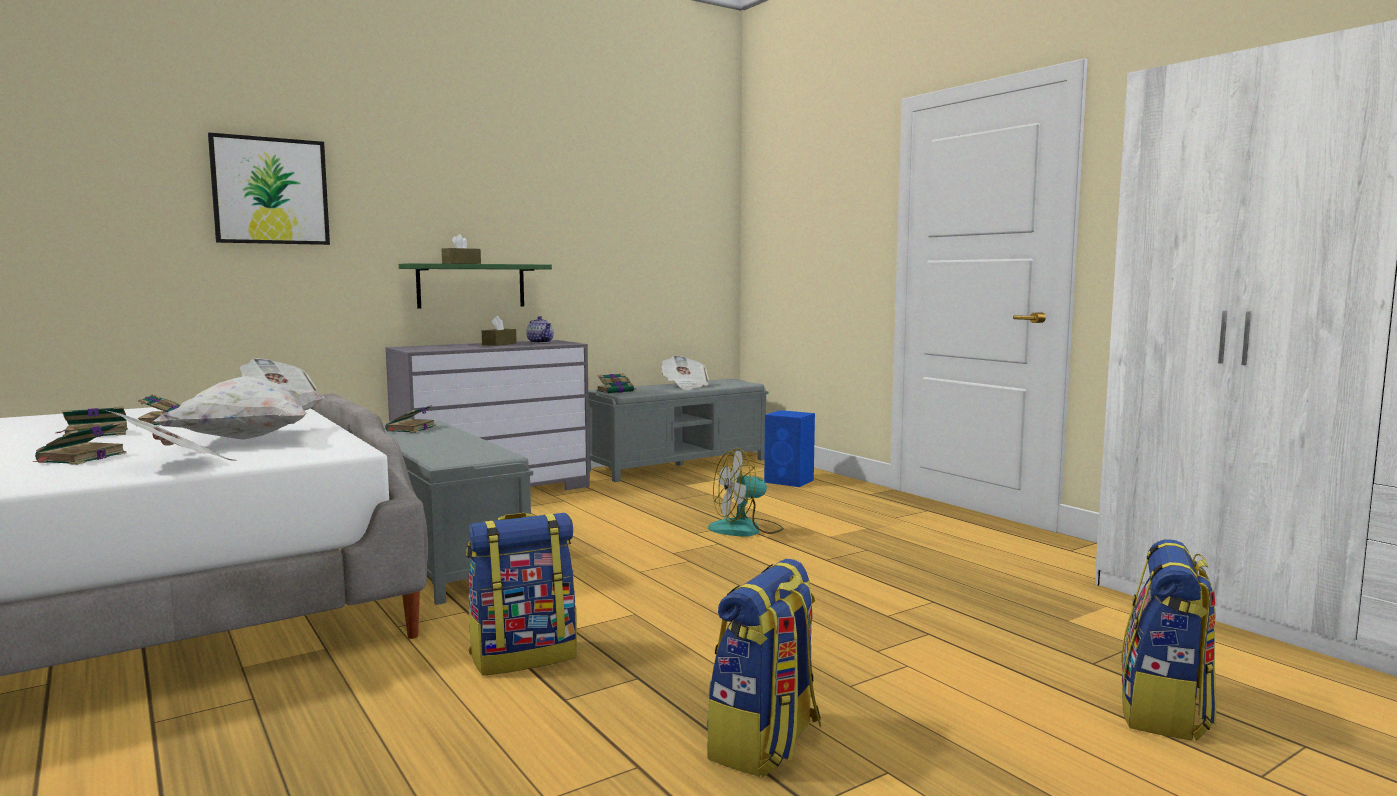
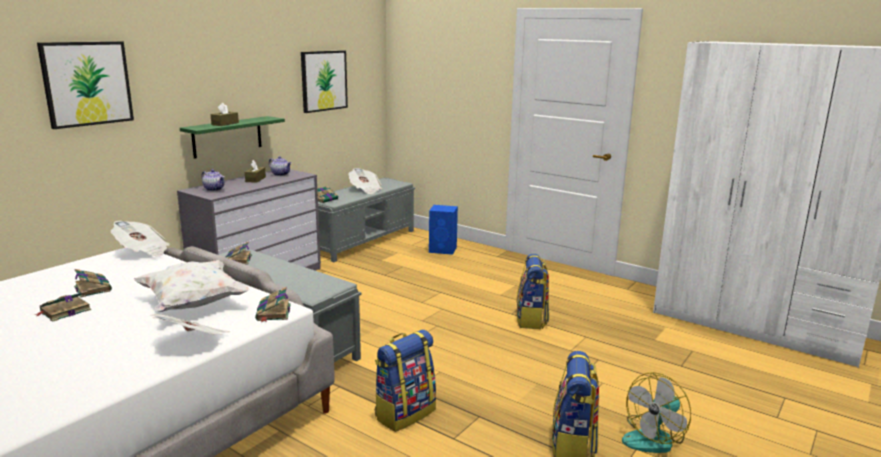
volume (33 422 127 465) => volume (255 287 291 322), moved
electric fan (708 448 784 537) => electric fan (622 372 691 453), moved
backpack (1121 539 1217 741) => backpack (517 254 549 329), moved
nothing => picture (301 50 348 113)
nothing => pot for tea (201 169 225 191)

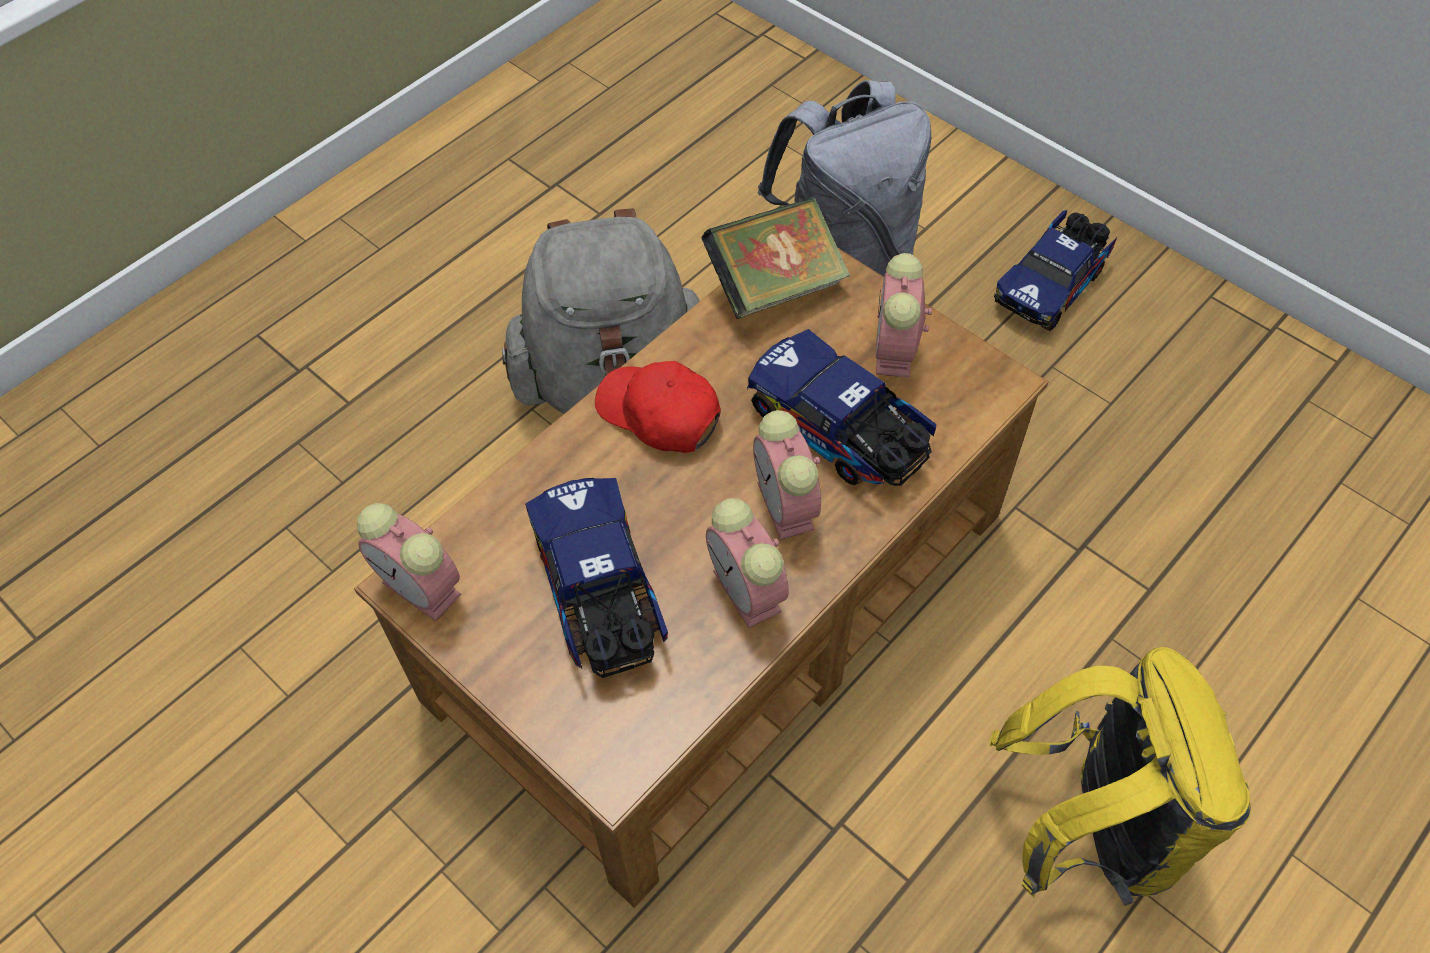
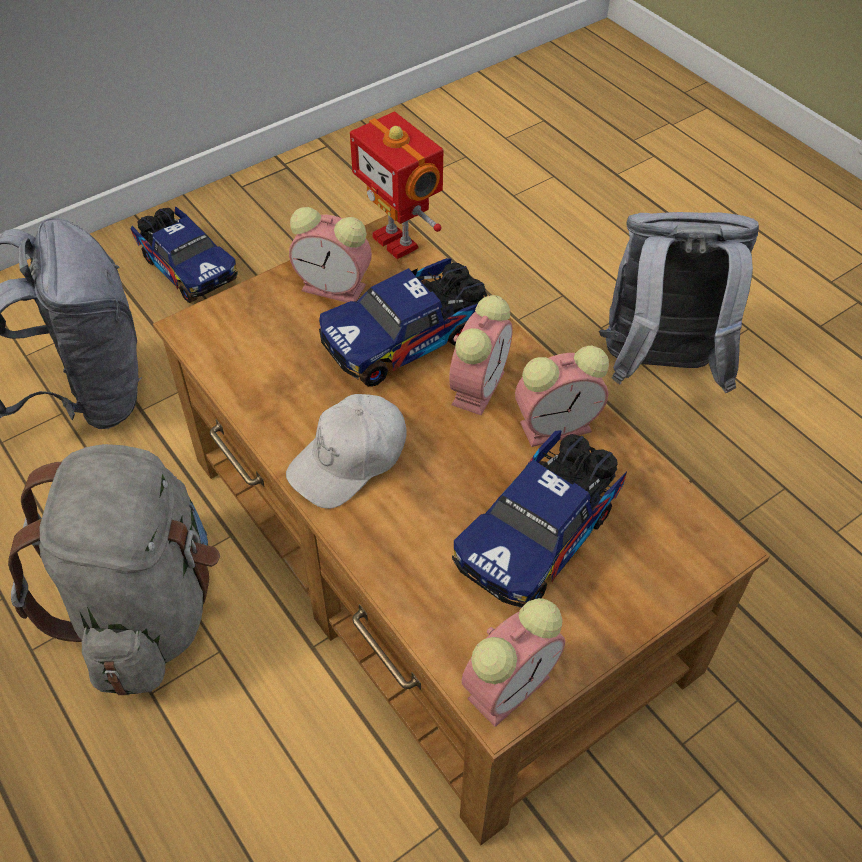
volume (701 197 850 319) => nothing
cap (red-coloured) (595 361 721 453) => cap (white-coloured) (286 394 406 509)
alarm clock (753 410 821 540) => alarm clock (449 295 513 415), 60 degrees counterclockwise
toy truck (525 478 668 678) => toy truck (452 430 627 608), 45 degrees counterclockwise
backpack (yellow-coloured) (989 647 1251 906) => backpack (gray) (599 212 759 393)
nothing => robot figure (350 112 443 259)

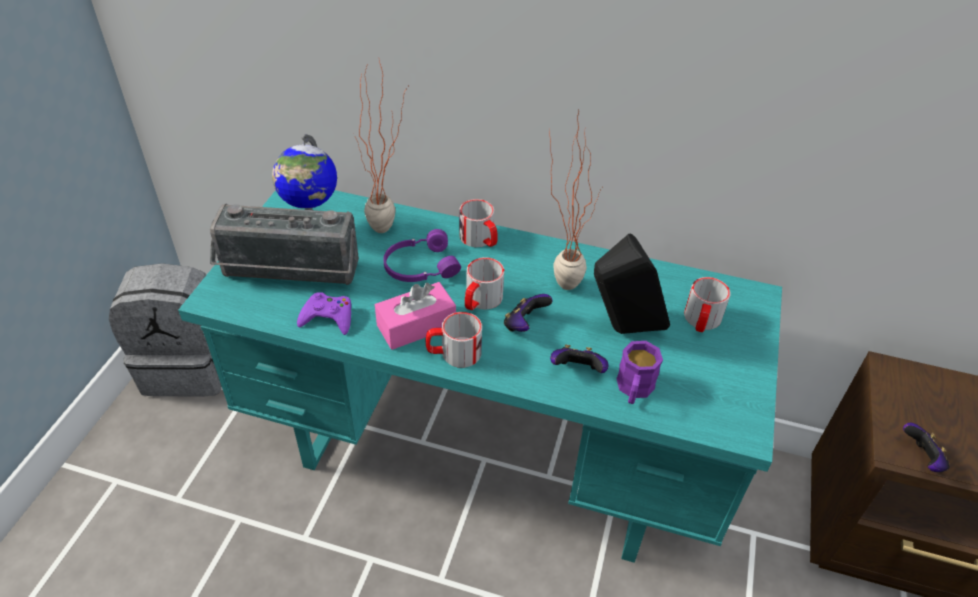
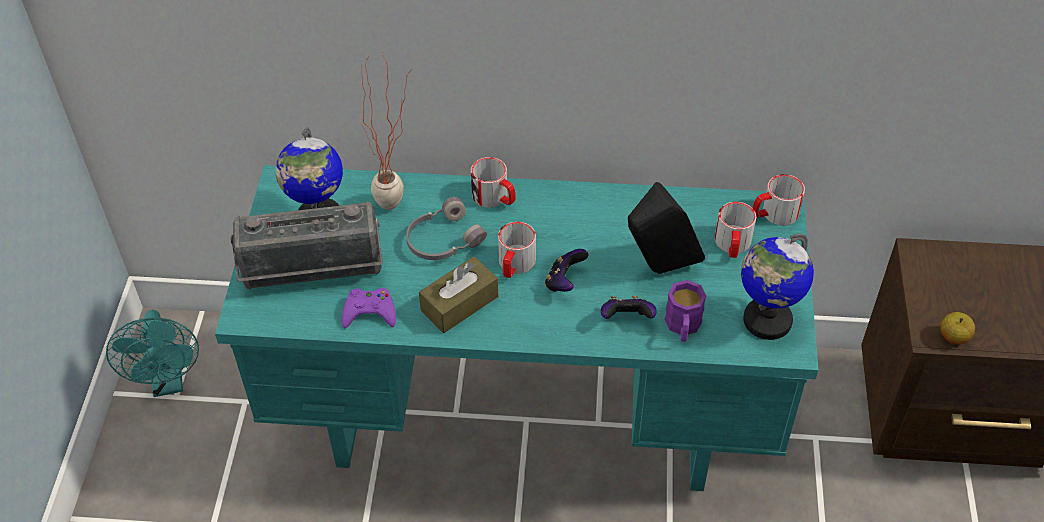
houseplant (549 109 602 290) => nothing
headphones (purple) (383 229 461 282) => headphones (gray) (406 197 487 260)
backpack (gray) (109 263 222 396) => electric fan (turquoise-coloured) (106 309 199 397)
tissue holder (pink) (375 282 456 350) => tissue holder (brown-coloured) (419 256 498 333)
coffee mug (426 312 482 368) => coffee mug (753 174 805 225), moved
joypad (903 423 949 472) => whole apple (940 312 975 344)
nothing => desk globe (741 234 814 340)

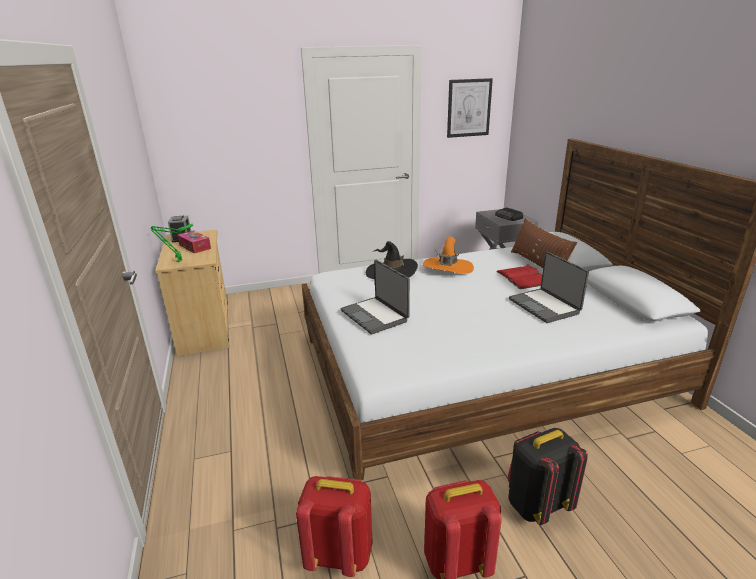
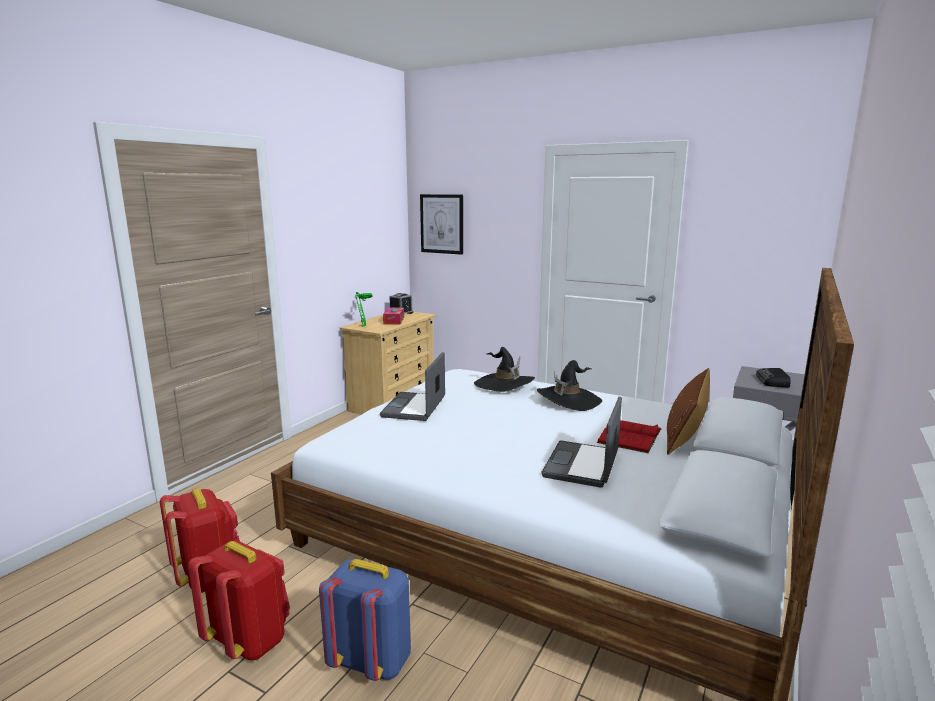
picture (447 78 493 138) => picture (420 194 463 255), moved
clothing hat (orange-coloured) (423 236 474 274) => clothing hat (blackish) (537 360 602 411)
backpack (blackish) (508 428 588 525) => backpack (bluish) (319 558 411 681)

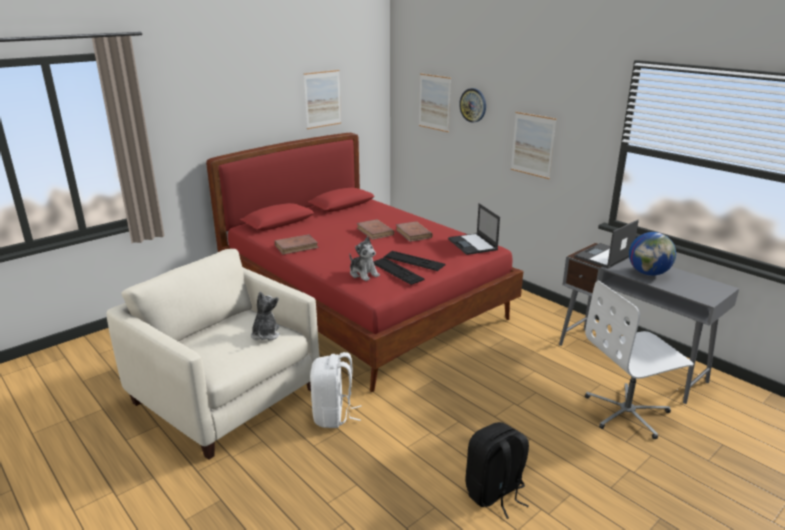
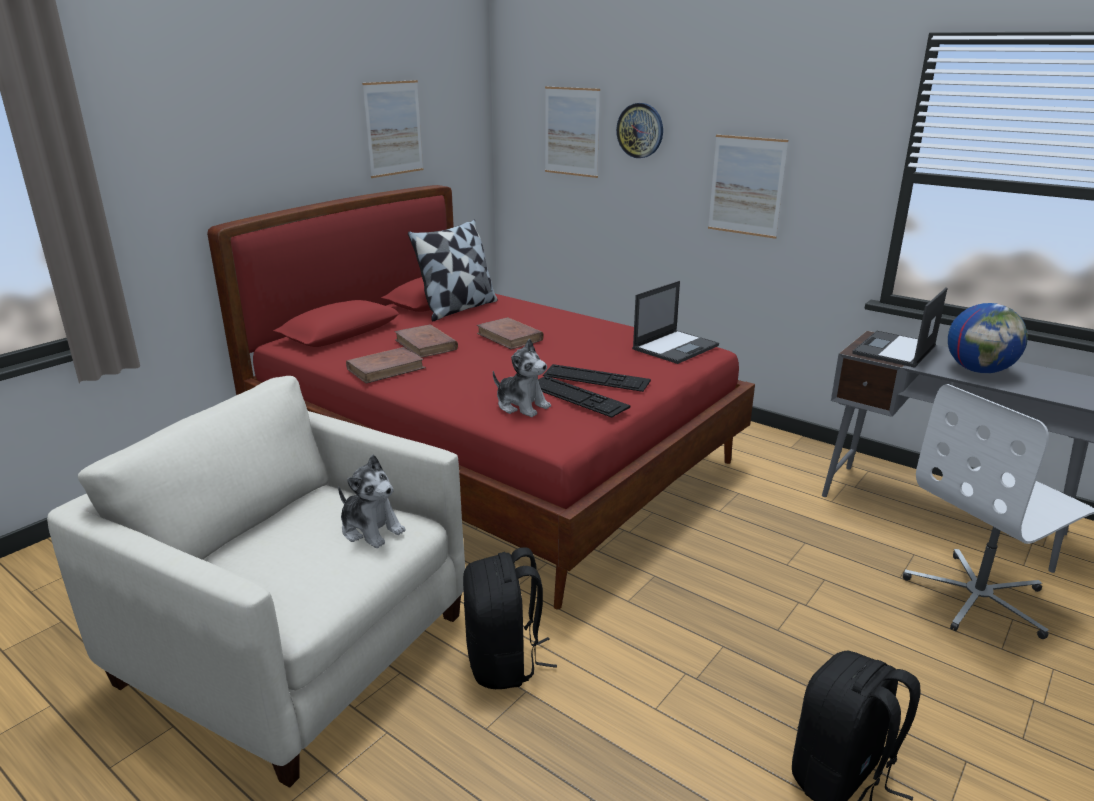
notebook computer (448 203 500 255) => notebook computer (632 281 719 364), 105 degrees counterclockwise
volume (brown-coloured) (395 221 433 242) => volume (brown-coloured) (394 324 458 358), moved
plush toy (251 292 280 340) => plush toy (338 455 406 548), 135 degrees clockwise
backpack (white-coloured) (310 352 362 428) => backpack (blackish) (463 547 557 689)
nothing => pillow (408 220 498 321)

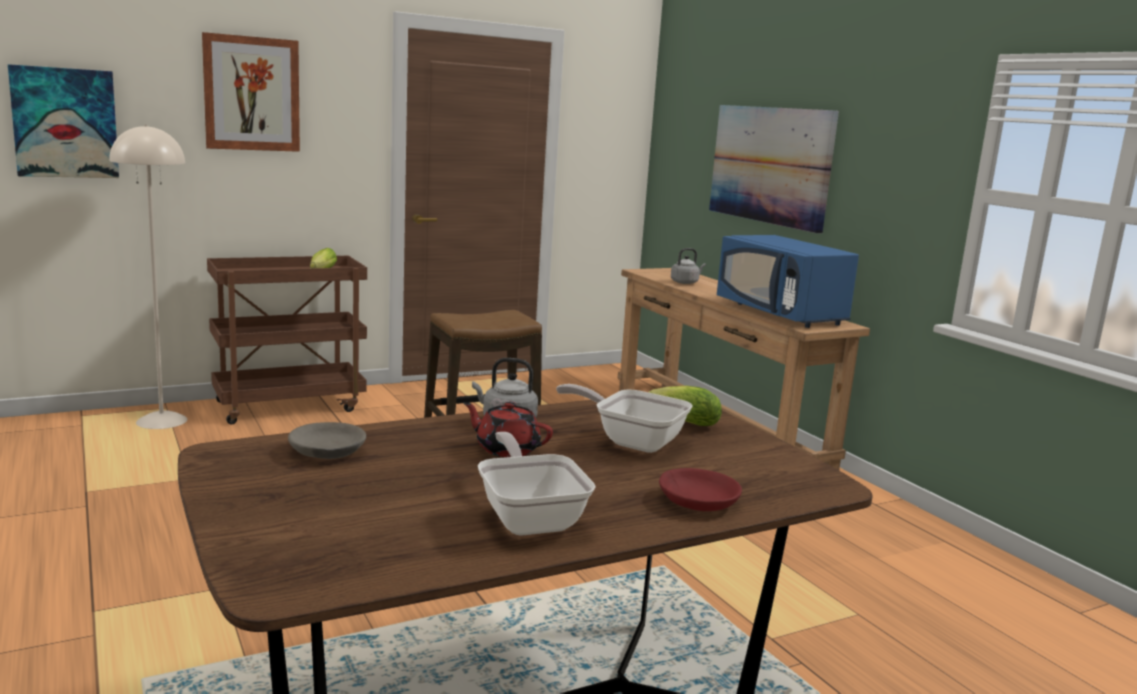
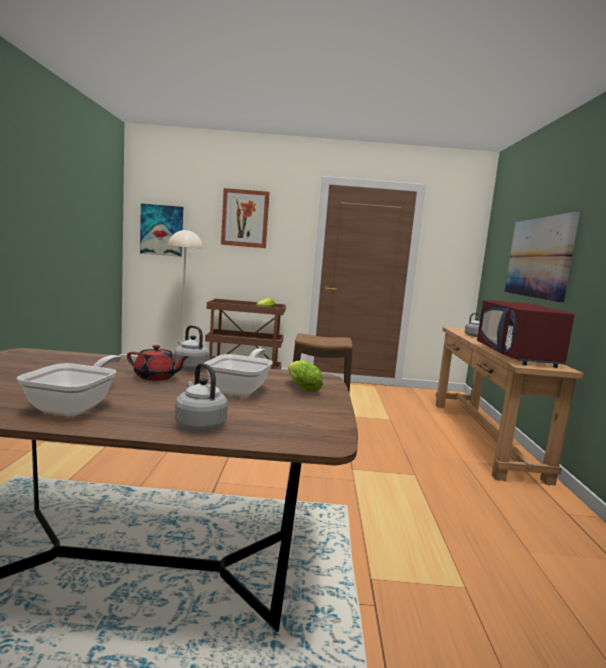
microwave (bluish) (717 235 859 328) => microwave (red-coloured) (477 300 575 368)
pan (556 384 693 453) => pan (205 349 273 396), 45 degrees clockwise
pot for tea (red-coloured) (463 402 553 457) => pot for tea (red-coloured) (127 345 190 381), 135 degrees clockwise
bowl (gray) (288 422 366 459) => nothing
bowl (red-coloured) (659 468 742 511) => kettle (gray) (175 363 228 431)

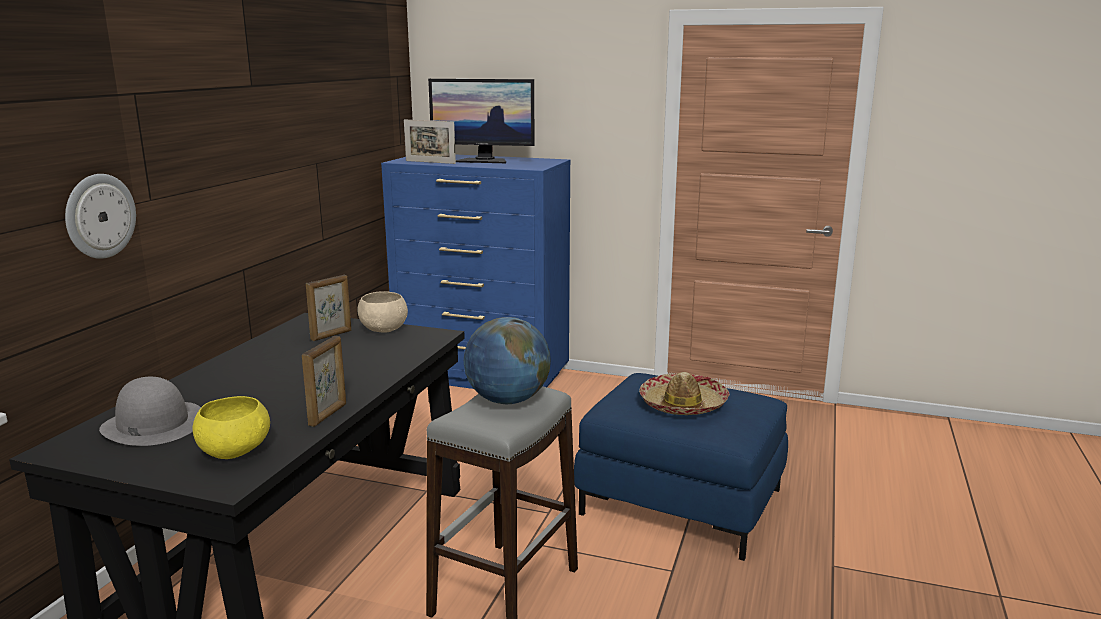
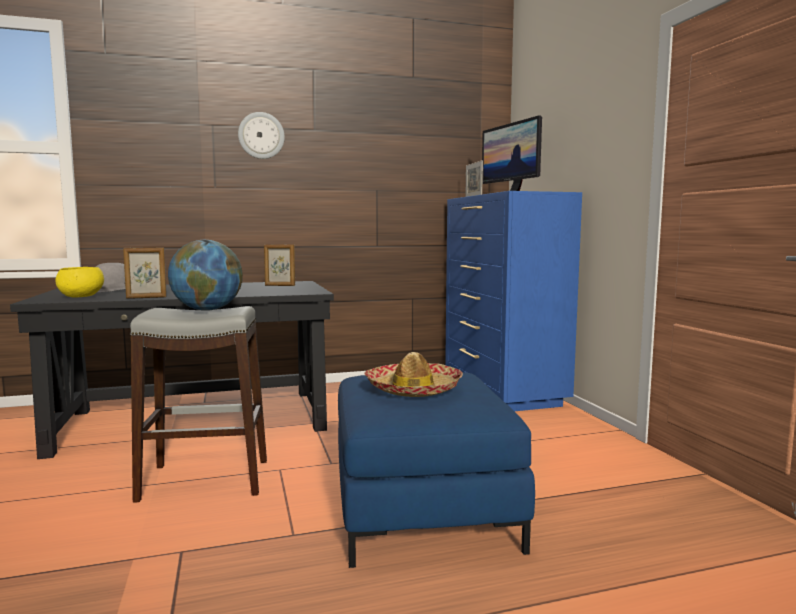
clock on the wall (65 174 136 259) => clock on the wall (238 112 285 159), moved
bowl (beige-coloured) (357 291 408 333) => nothing

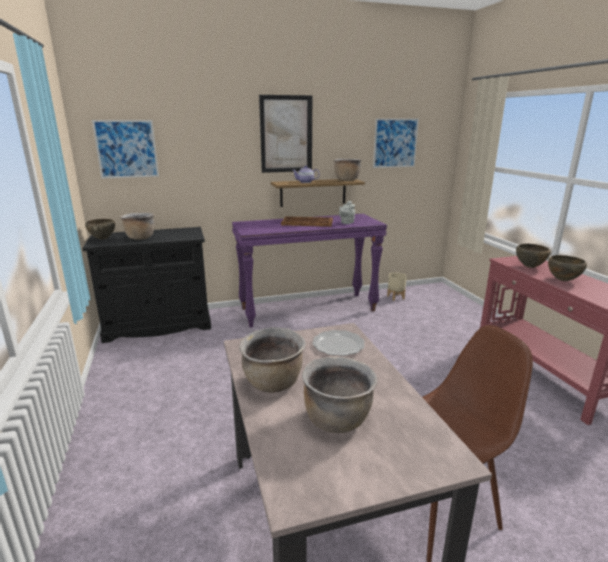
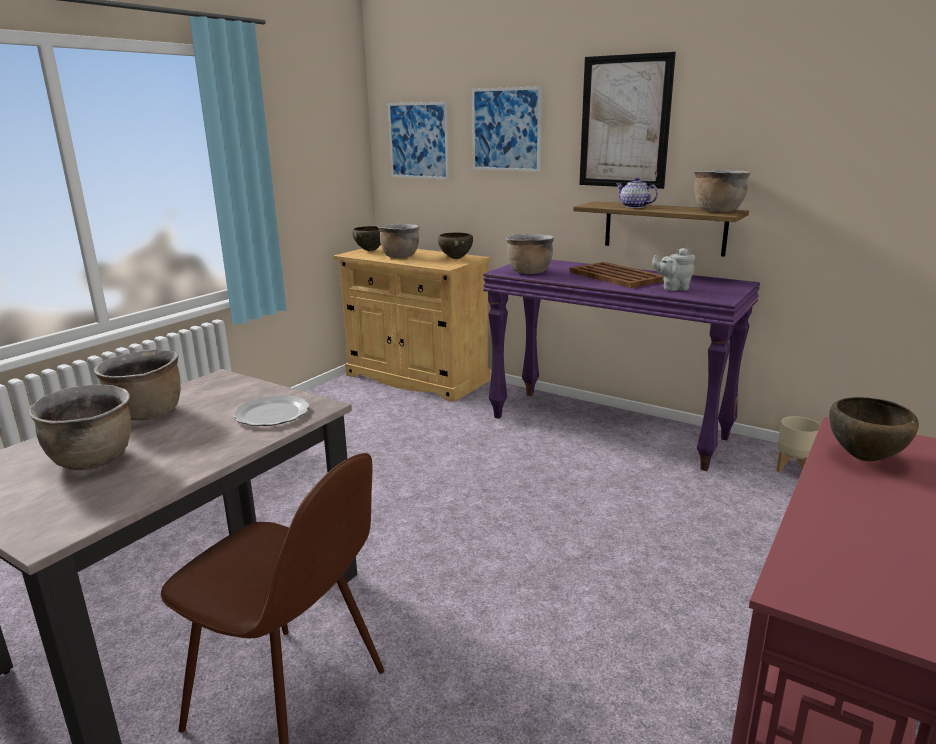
picture (373 119 419 168) => picture (472 86 542 172), moved
cabinet (blackish) (82 227 211 343) => cabinet (beige-coloured) (333 245 491 402)
bowl (brown-coloured) (548 255 587 281) => bowl (brown-coloured) (438 232 473 259), moved
nothing => stockpot (brown-coloured) (506 234 554 274)

